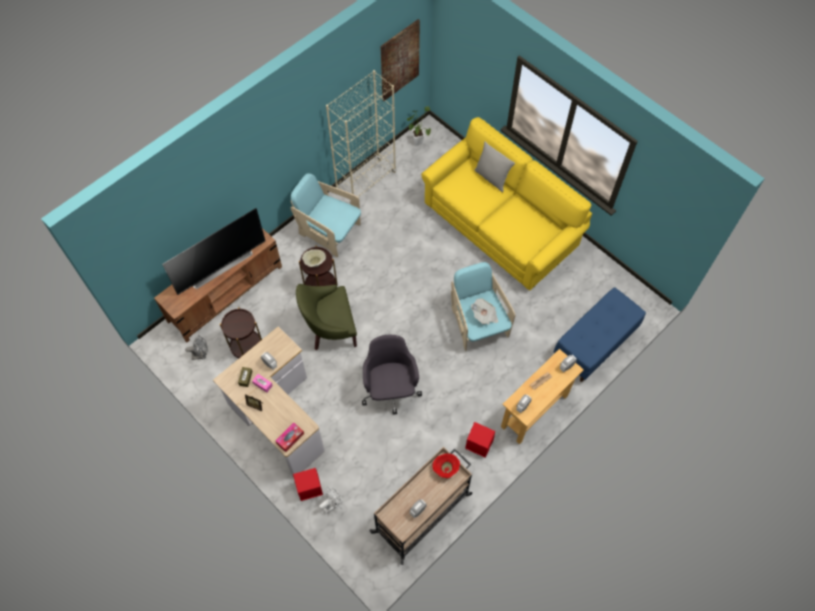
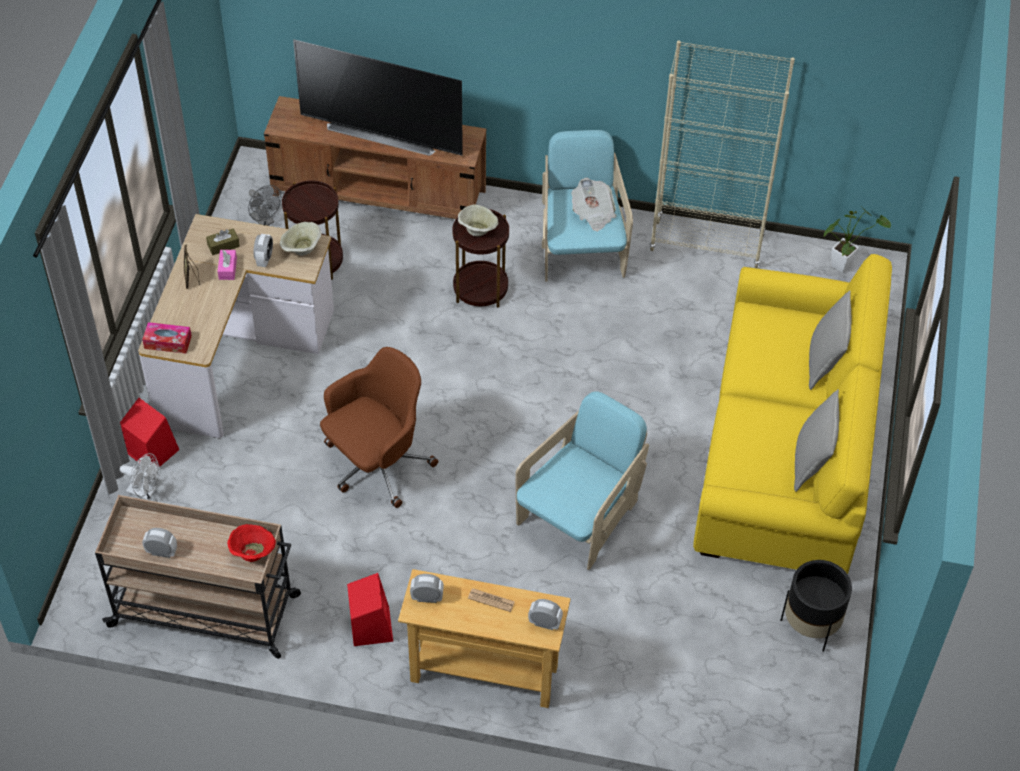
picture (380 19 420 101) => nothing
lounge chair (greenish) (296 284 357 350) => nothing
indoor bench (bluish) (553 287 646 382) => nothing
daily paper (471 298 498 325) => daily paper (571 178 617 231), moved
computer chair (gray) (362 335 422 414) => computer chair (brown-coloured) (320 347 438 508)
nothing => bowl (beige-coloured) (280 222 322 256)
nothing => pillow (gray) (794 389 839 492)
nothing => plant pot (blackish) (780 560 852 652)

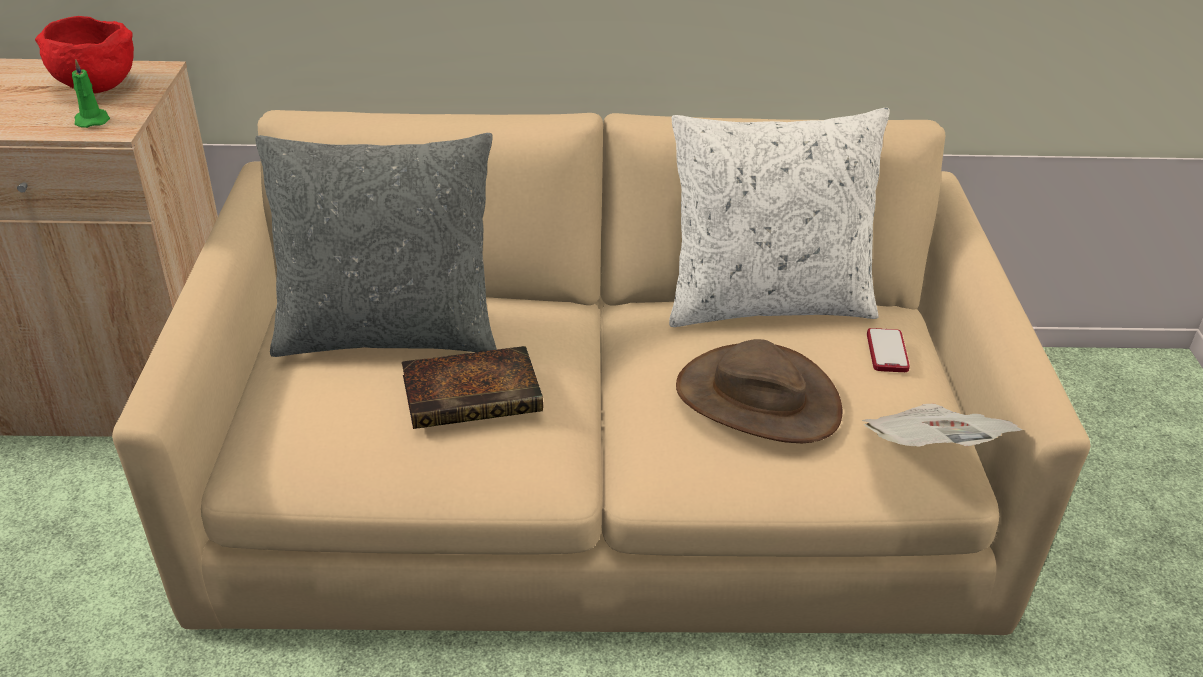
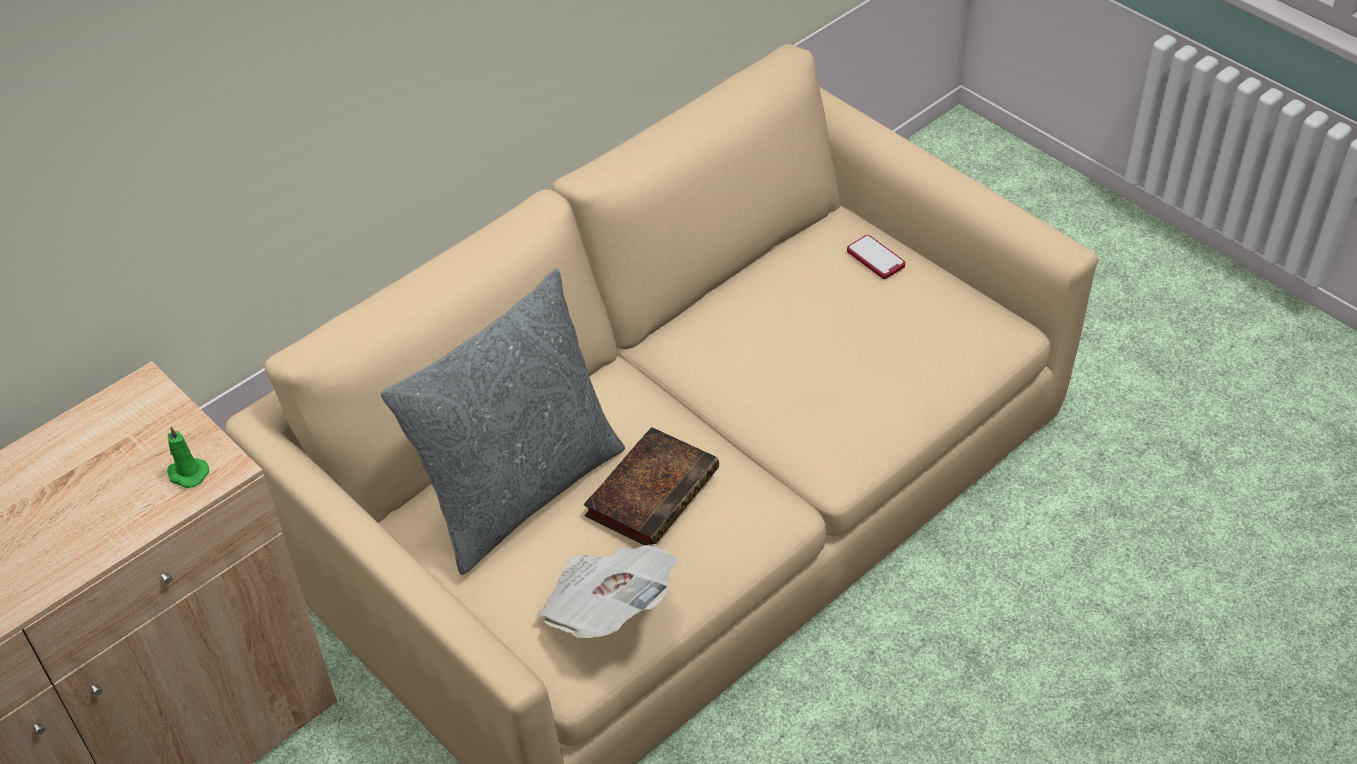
bowl (red-coloured) (35 16 134 93) => nothing
pillow (white-coloured) (669 108 890 327) => nothing
clothing hat (brown-coloured) (676 339 842 443) => nothing
daily paper (862 404 1022 447) => daily paper (537 544 678 638), moved

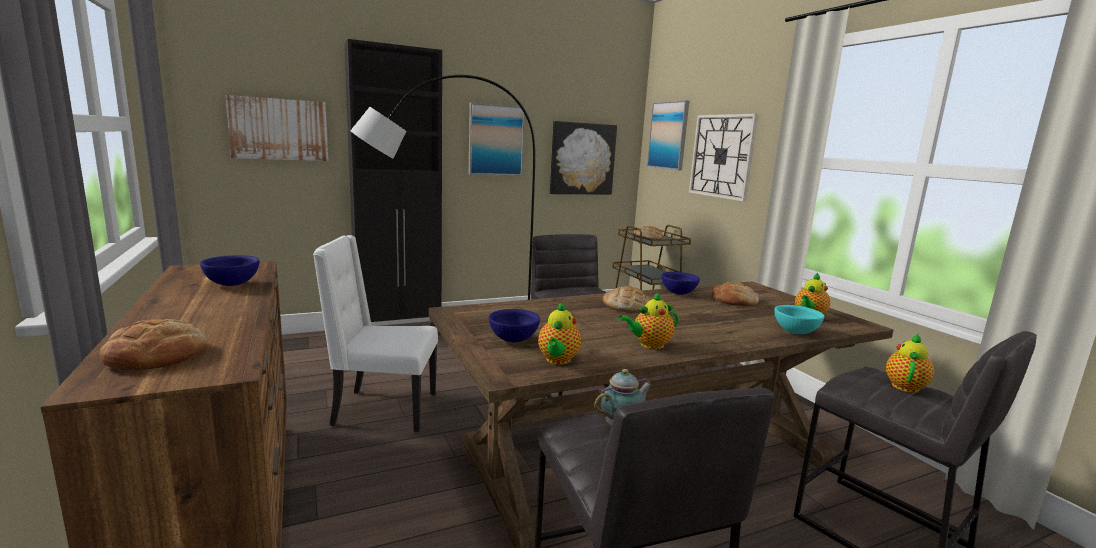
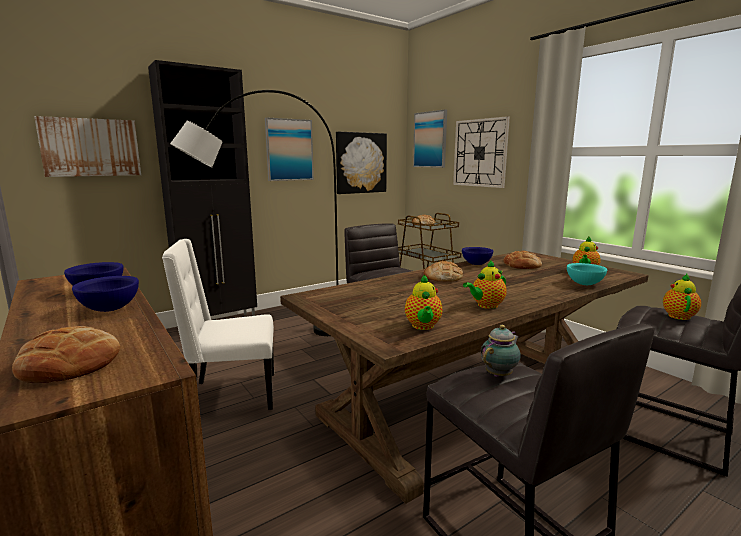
bowl (bluish) (489 309 540 342) => bowl (bluish) (72 276 139 312), moved

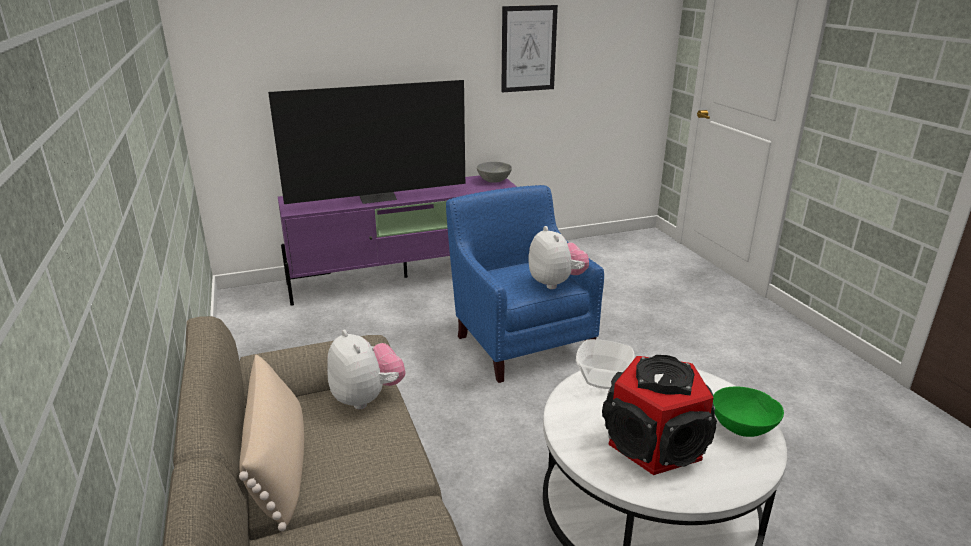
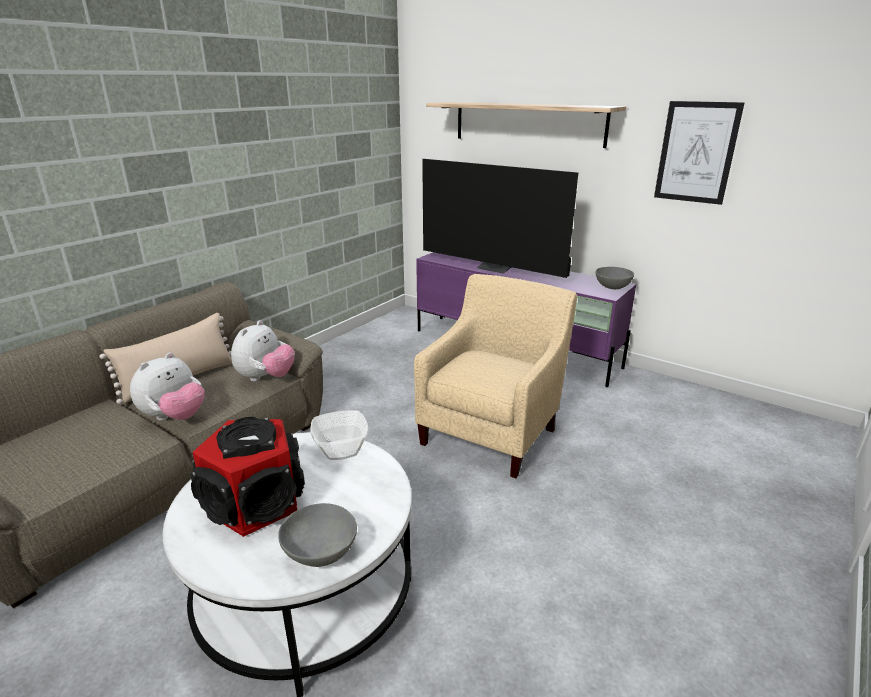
lounge chair (bluish) (446 185 604 383) => lounge chair (beige-coloured) (414 274 577 478)
plush toy (528 226 589 289) => plush toy (130 353 205 420), moved
bowl (greenish) (713 387 784 437) => bowl (gray) (278 503 357 567)
nothing => wall shelf (426 102 626 148)

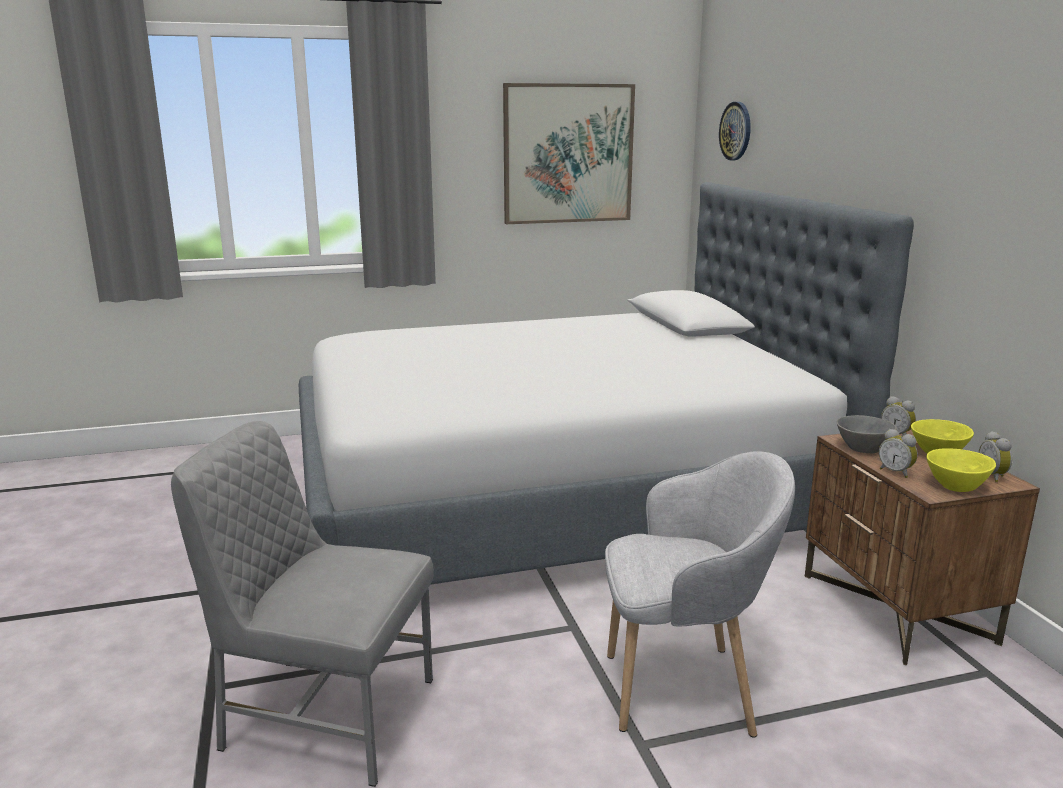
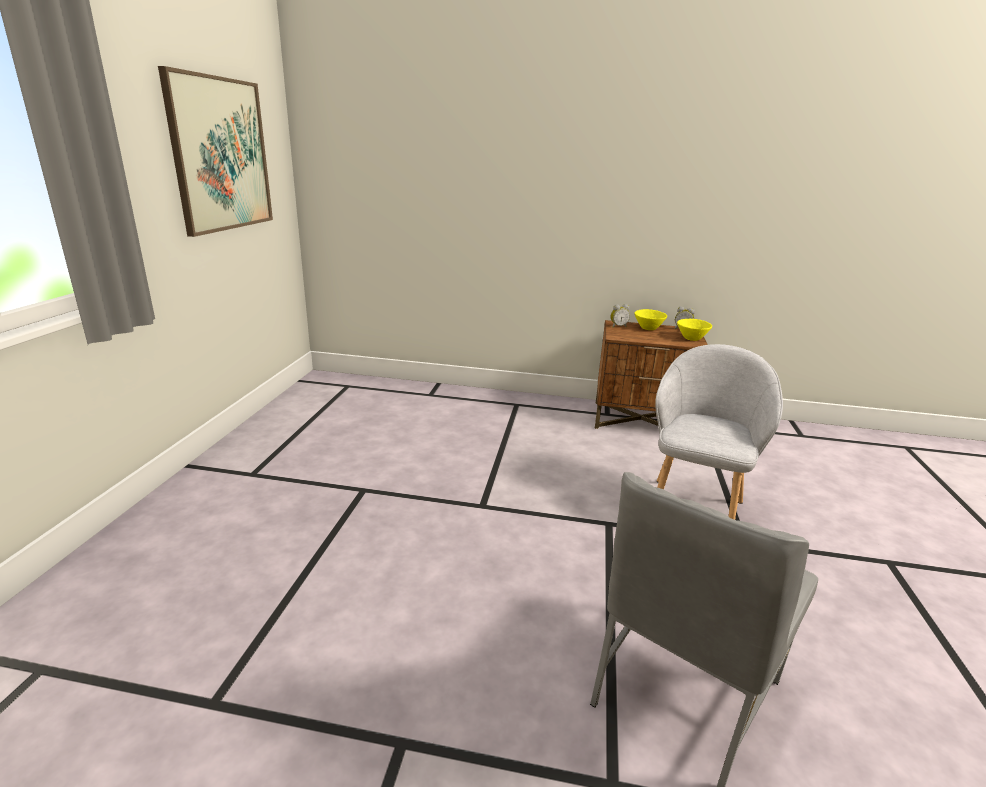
clock on the wall (719 102 751 160) => nothing
sleeping bed (299 182 914 585) => nothing
bowl (gray) (837 415 897 453) => nothing
alarm clock (879 429 918 478) => nothing

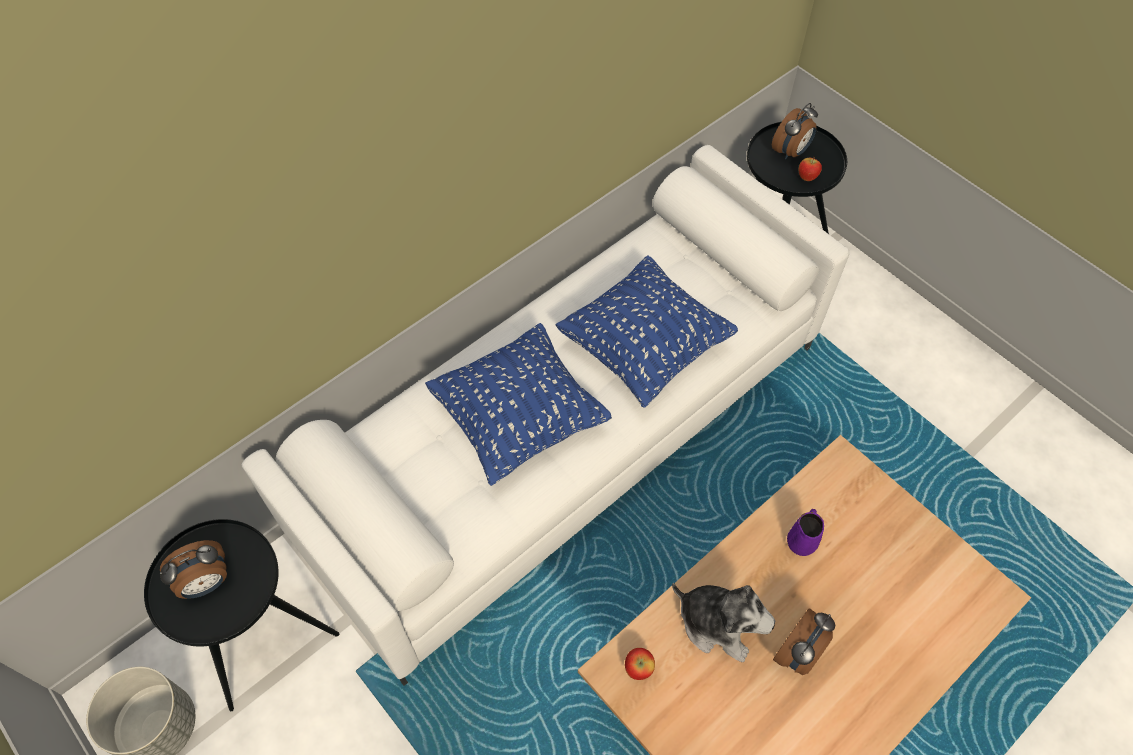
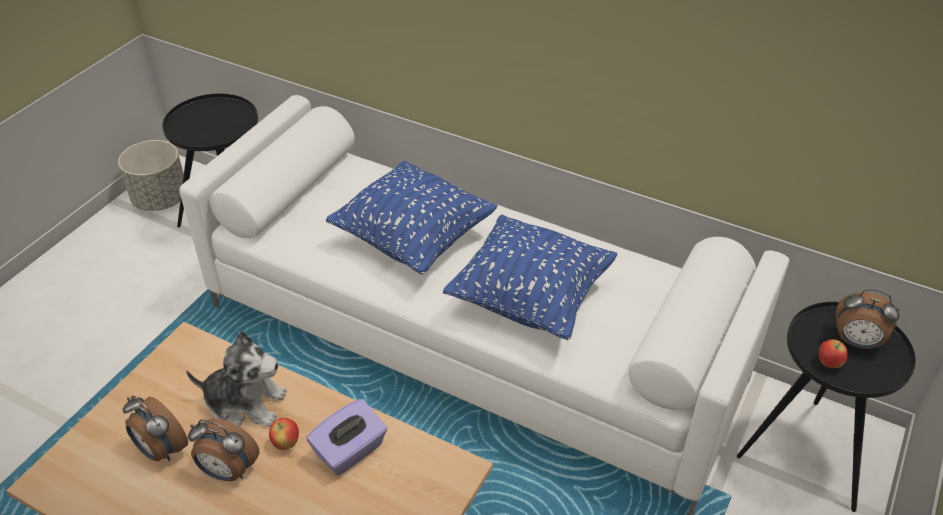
coffee mug (purple) (787 509 824 556) => tissue holder (purple) (306 399 387 475)
alarm clock (160 540 227 599) => alarm clock (122 396 188 461), moved
plush toy (672 583 775 663) => plush toy (186 331 287 427), 90 degrees counterclockwise
whole apple (625 648 655 680) => whole apple (269 418 299 450), moved

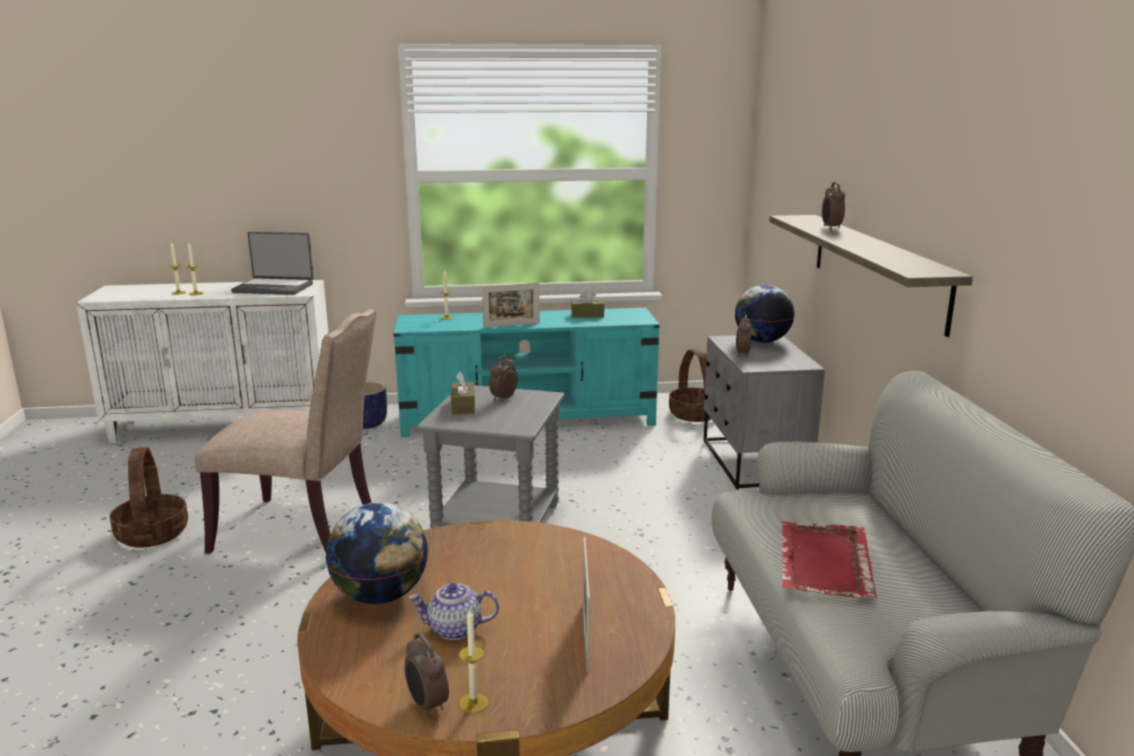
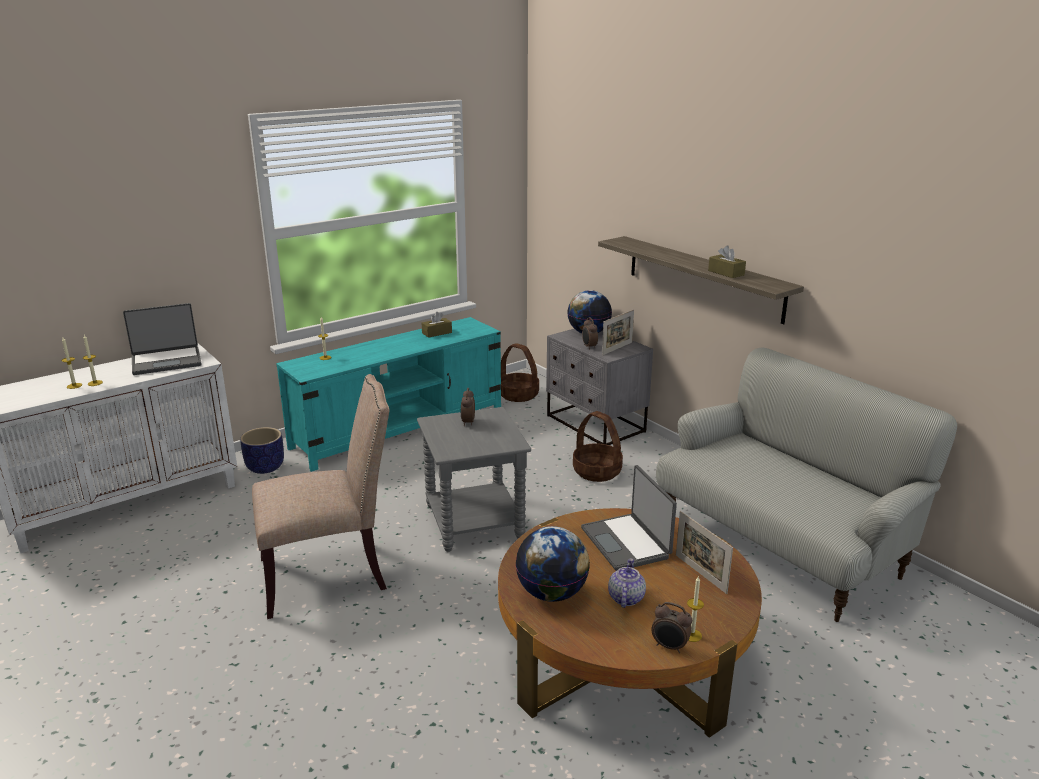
alarm clock (822 182 845 230) => nothing
standing frame (482 283 540 328) => standing frame (602 310 634 355), moved
tissue holder (brown-coloured) (451 372 475 414) => tissue holder (brown-coloured) (708 246 746 278), moved
storage basket (110 447 188 548) => storage basket (573 411 623 482), moved
serving tray (red-coloured) (781 521 877 598) => nothing
pot for tea (409 583 499 640) => pot for tea (608 558 646 608), 135 degrees clockwise
nothing => notebook computer (581 465 677 571)

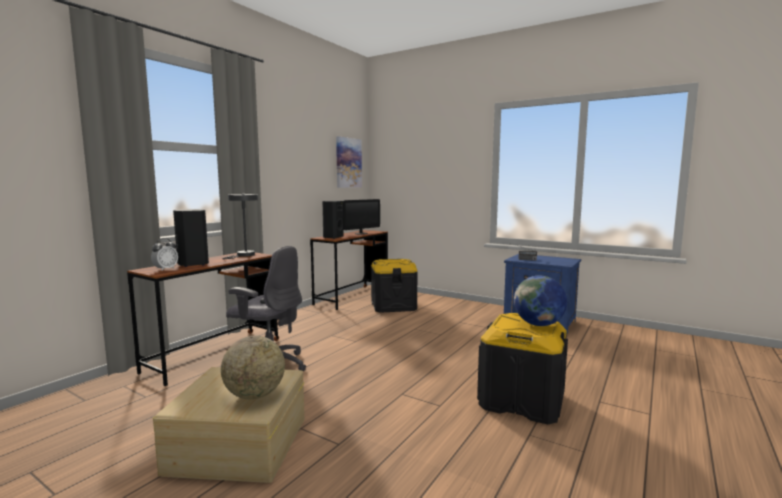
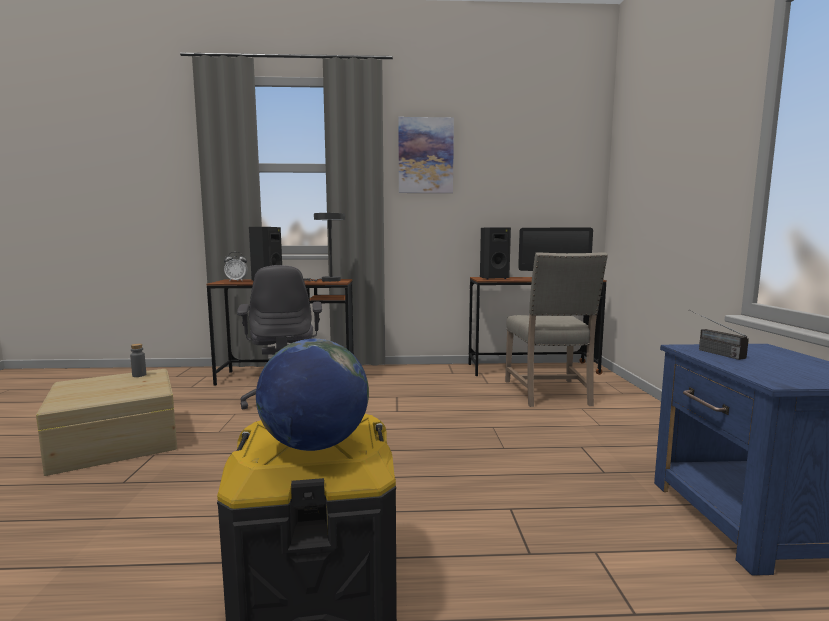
picture (336 136 362 188) => picture (398 117 454 193), moved
storage container (blackish) (371 259 418 313) => upright chair (beige-coloured) (505 252 608 407)
desk globe (221 336 285 399) => nothing
nothing => drink bottle (gray) (130 344 146 377)

